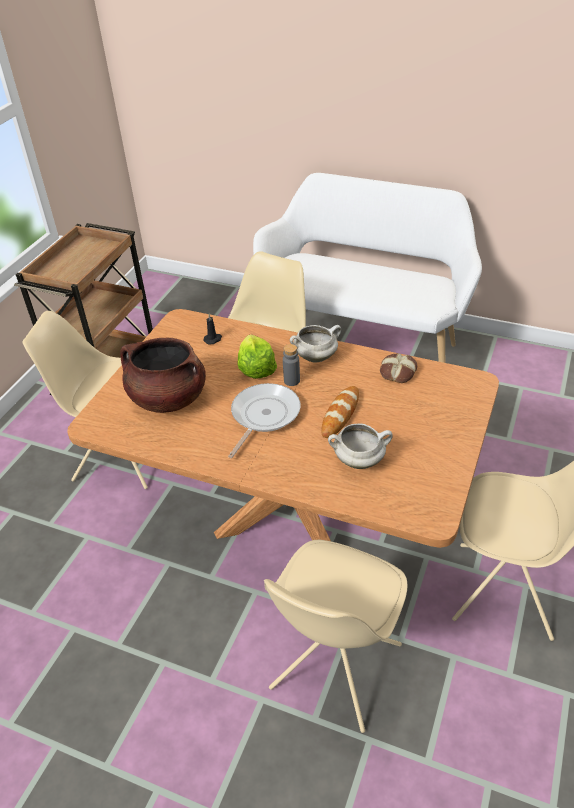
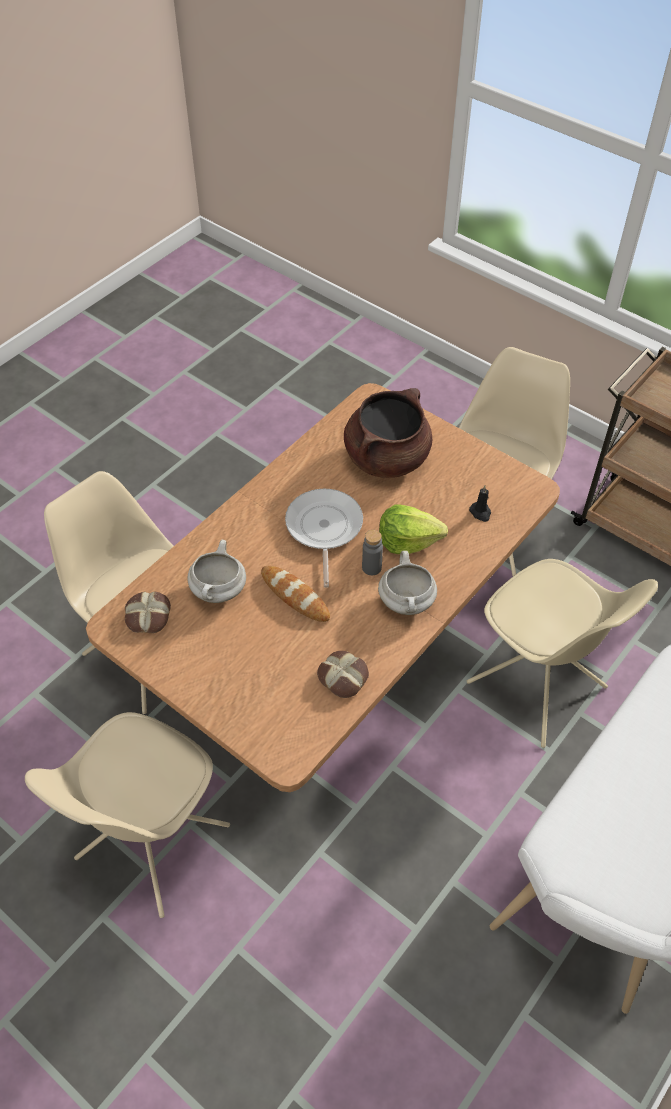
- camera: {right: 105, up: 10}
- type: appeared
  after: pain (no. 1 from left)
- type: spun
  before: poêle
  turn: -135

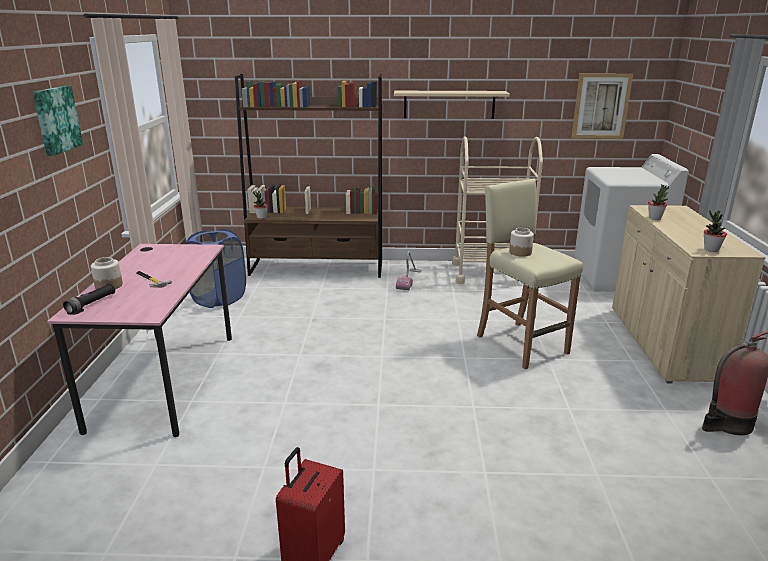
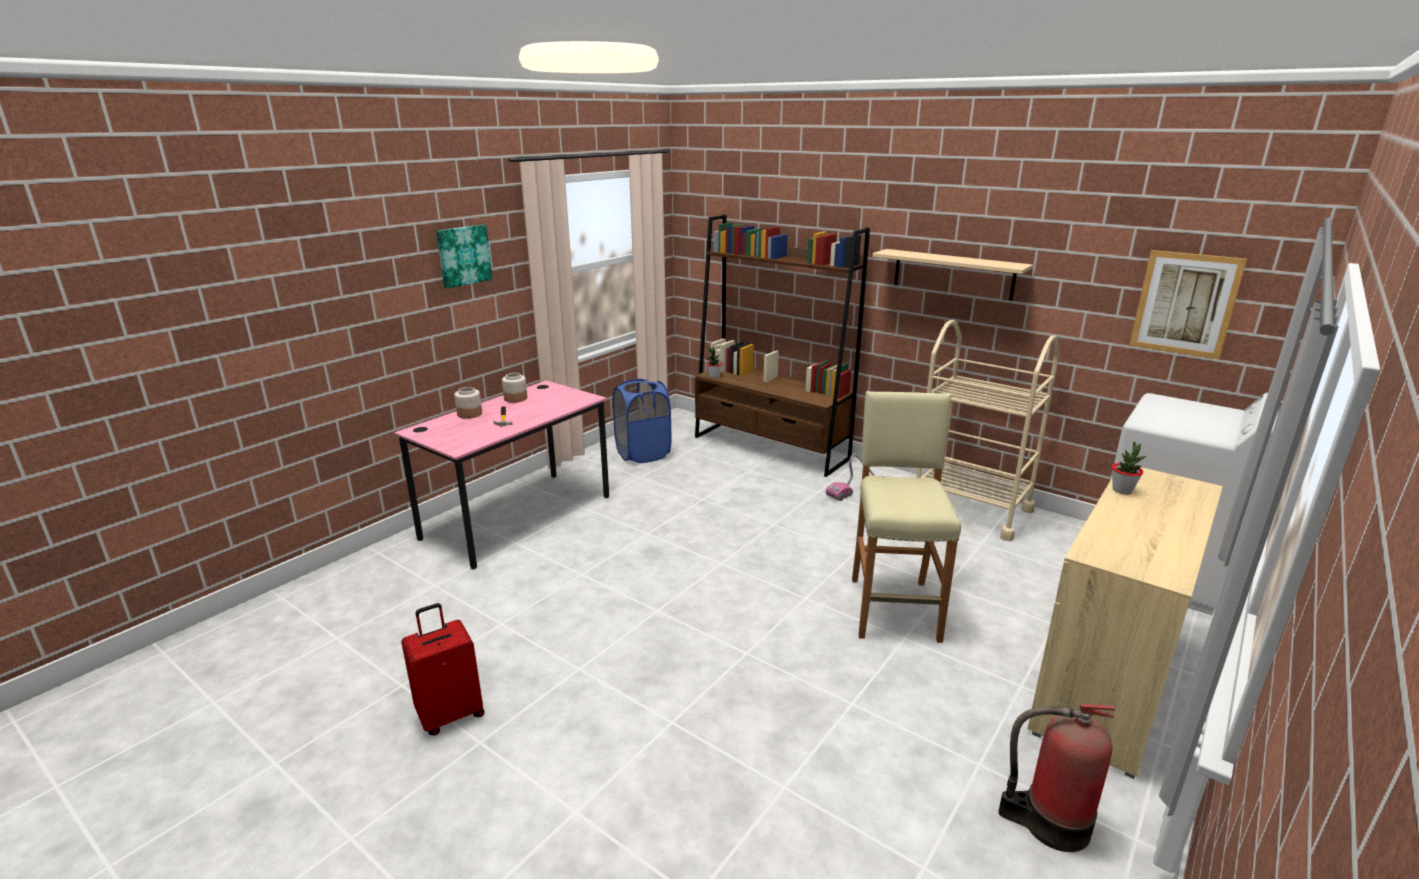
- camera: {right: 35, up: 0}
- type: relocated
  before: bocal (no. 2 from left)
- type: missing
  before: lampe de poche (noir)
- type: missing
  before: plante en pot (no. 3 from left)

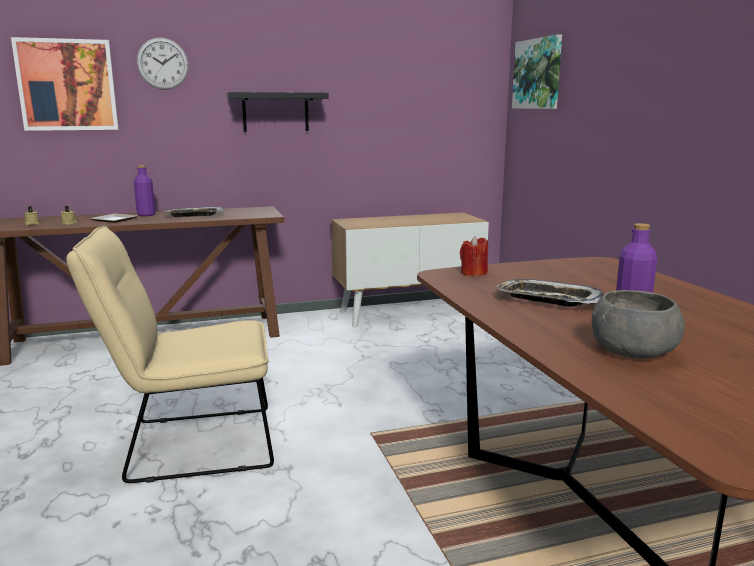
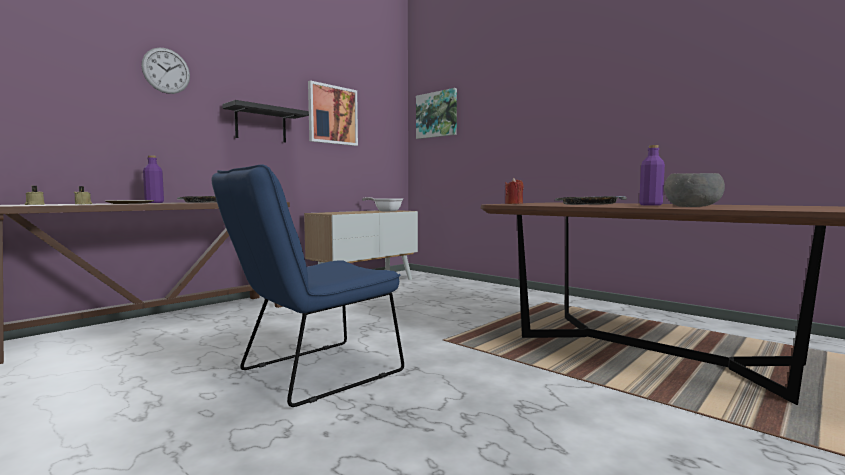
- camera: {right: -30, up: -10}
- type: colour
  before: chaise (beige)
  after: chaise (bleu)
- type: relocated
  before: tableau (no. 1 from left)
- type: appeared
  after: poêle

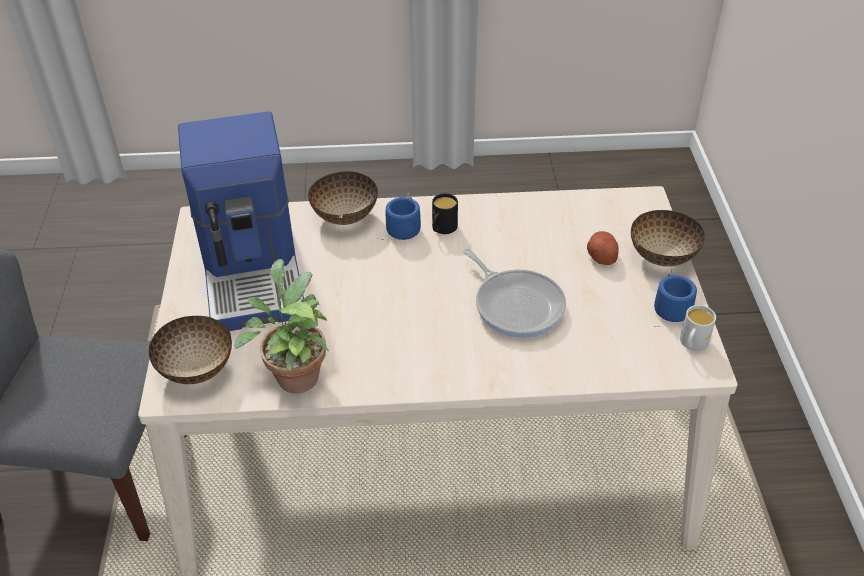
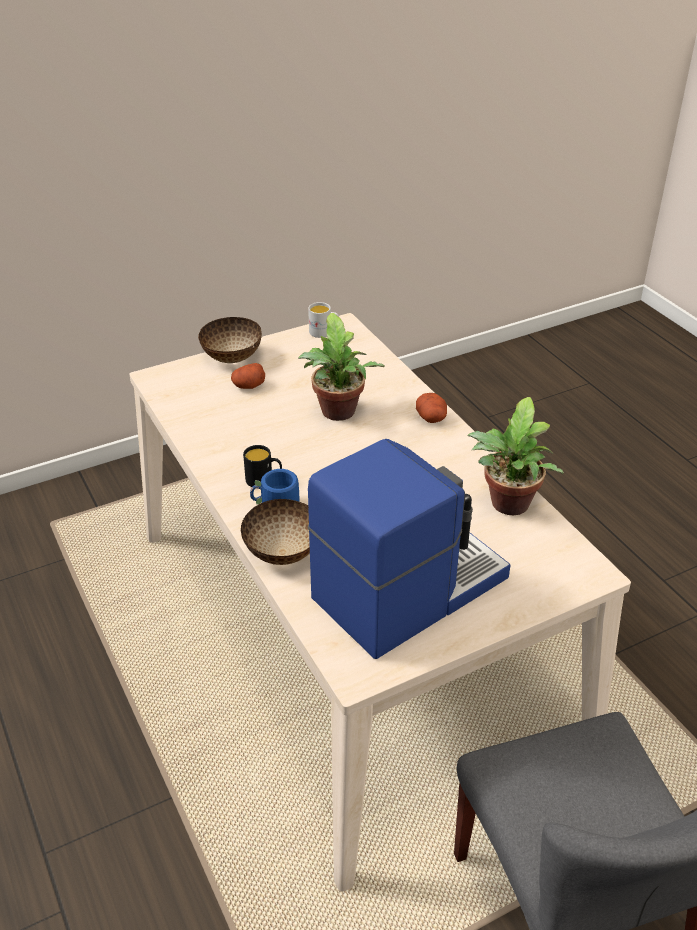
- camera: {right: -115, up: -5}
- type: exchanged
  before: poêle
  after: plante en pot (no. 1 from left)
- type: appeared
  after: pomme de terre (no. 2 from left)
- type: missing
  before: bol (no. 1 from left)
- type: missing
  before: mug (bleu) (no. 2 from left)

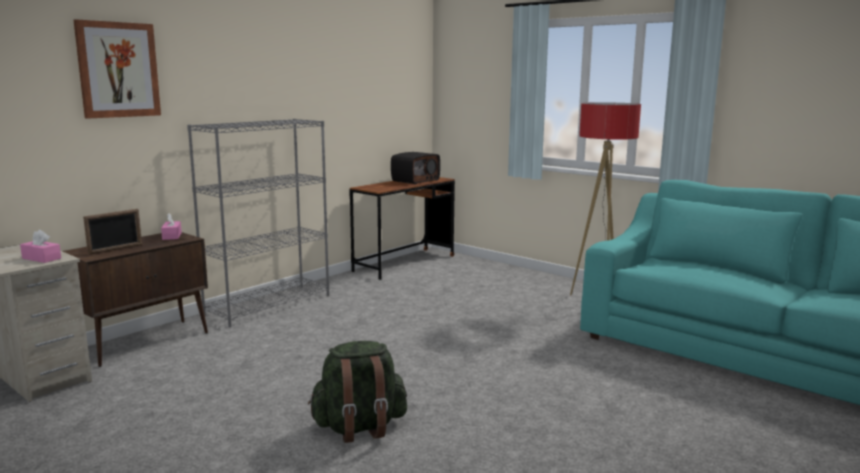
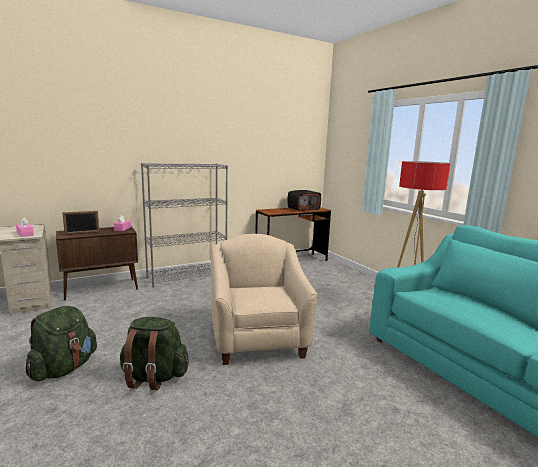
- camera: {right: 20, up: 0}
- type: appeared
  after: sac à dos (vert) (no. 1 from left)
- type: appeared
  after: fauteuil (beige)
- type: missing
  before: tableau

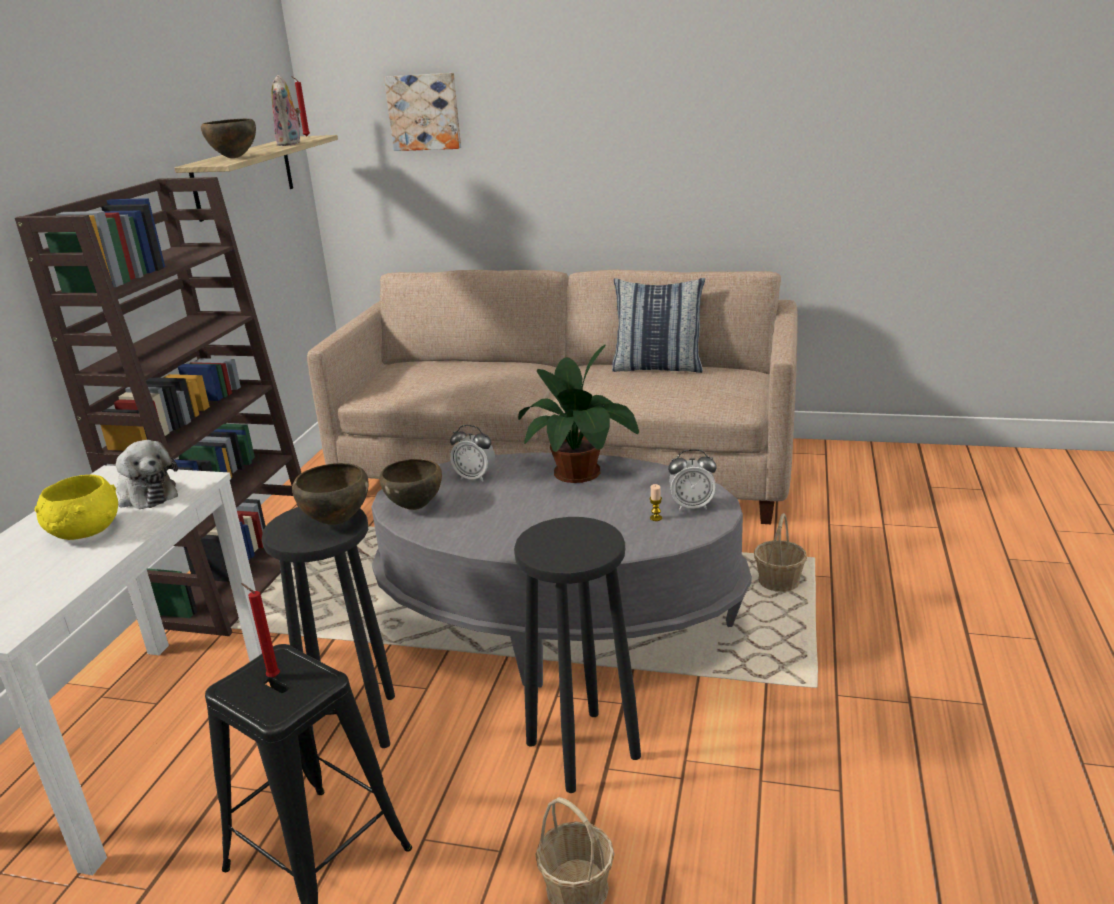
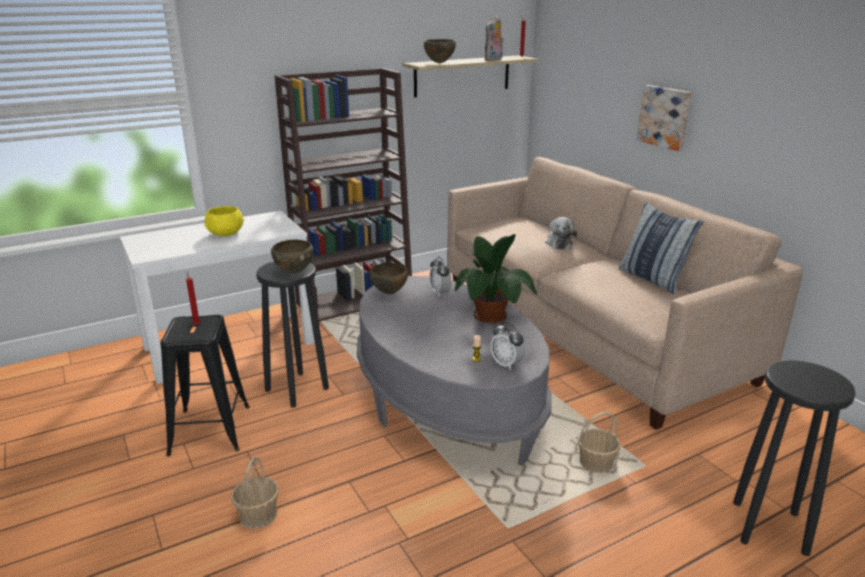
- camera: {right: 45, up: 0}
- type: relocated
  before: peluche (no. 1 from left in the first image)
  after: peluche (no. 2 from left)
- type: relocated
  before: tableau
- type: relocated
  before: tabouret (noir) (no. 3 from left)

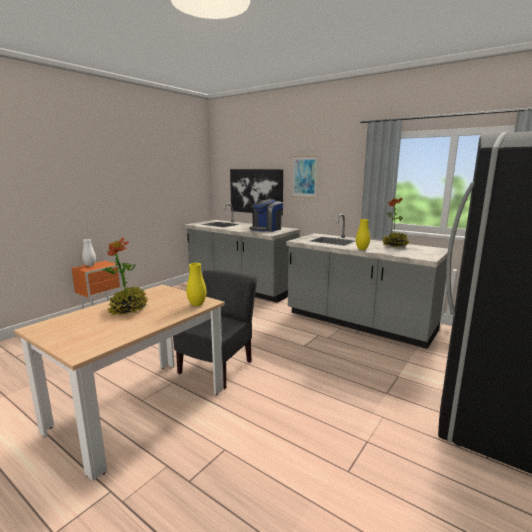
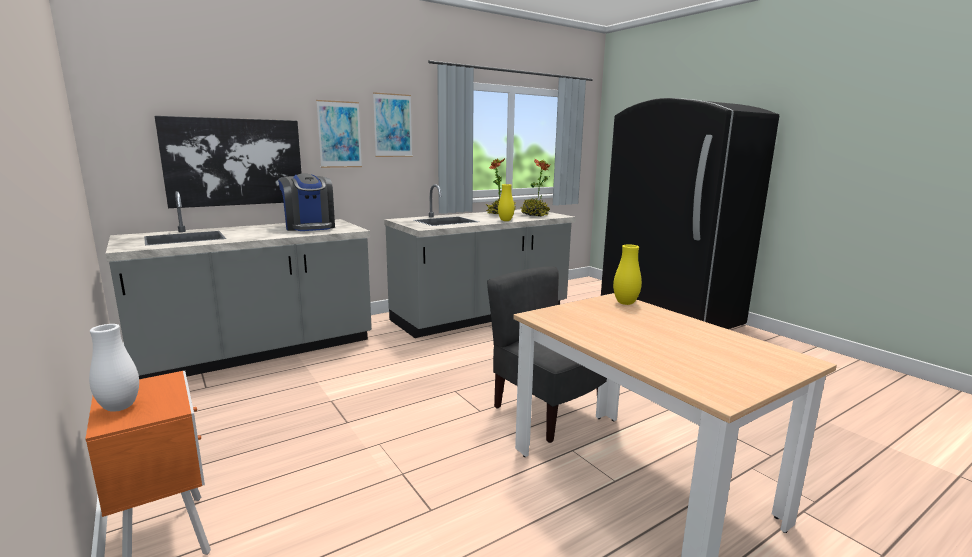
- camera: {right: -70, up: 0}
- type: appeared
  after: tableau (no. 3 from left)
- type: relocated
  before: plante en pot (no. 1 from left in the first image)
  after: plante en pot (no. 2 from left)

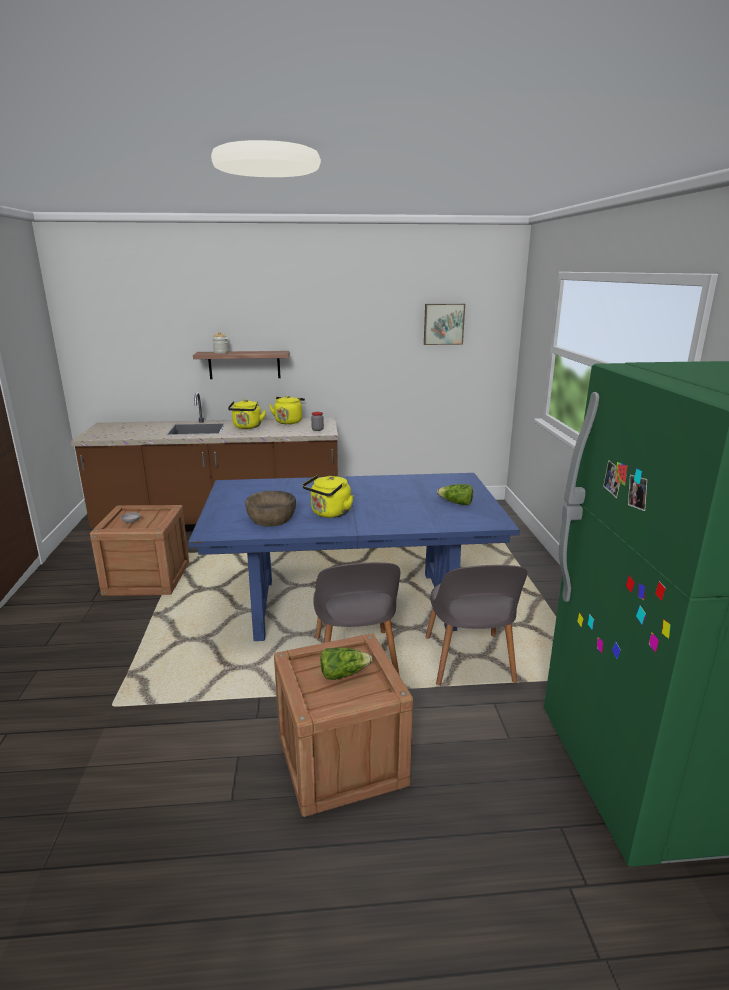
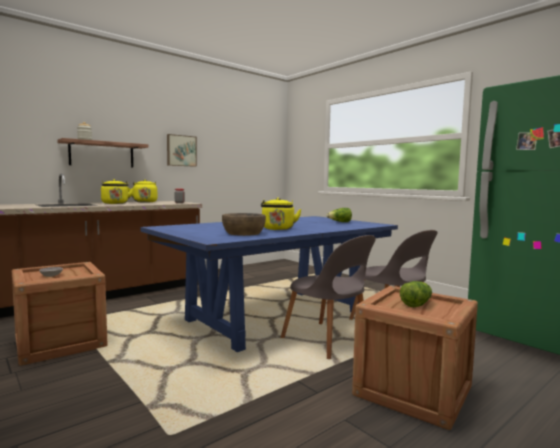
- camera: {right: -35, up: -15}
- type: relocated
  before: tableau

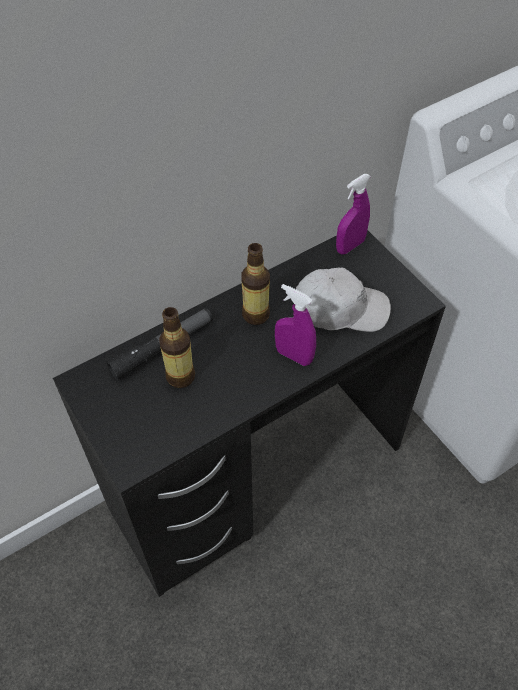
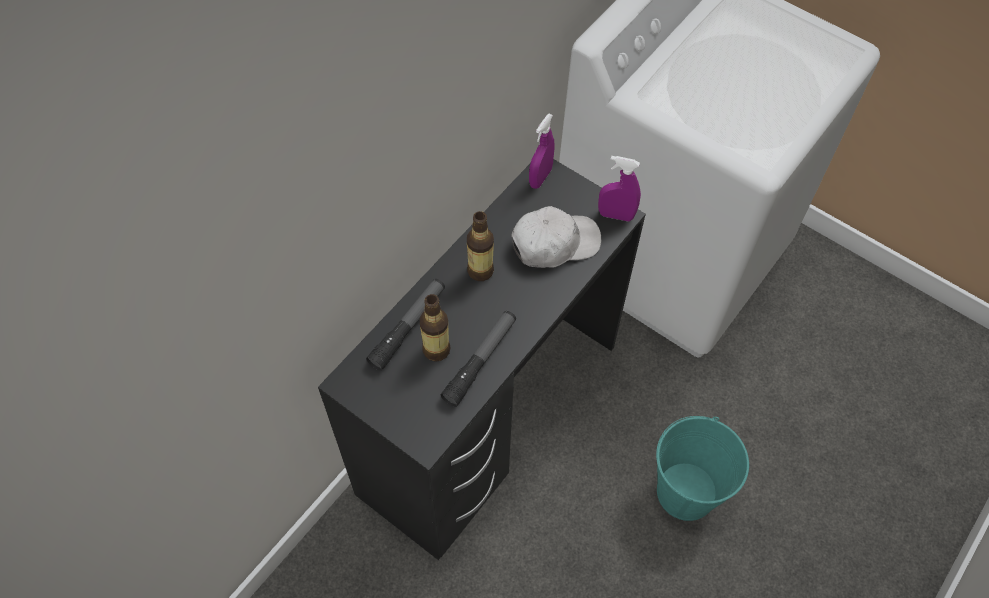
- camera: {right: -20, up: 5}
- type: appeared
  after: lampe de poche (no. 2 from left)
- type: relocated
  before: vaporisateur (violet) (no. 1 from left in the first image)
  after: vaporisateur (violet) (no. 2 from left)
- type: appeared
  after: seau (turquoise)

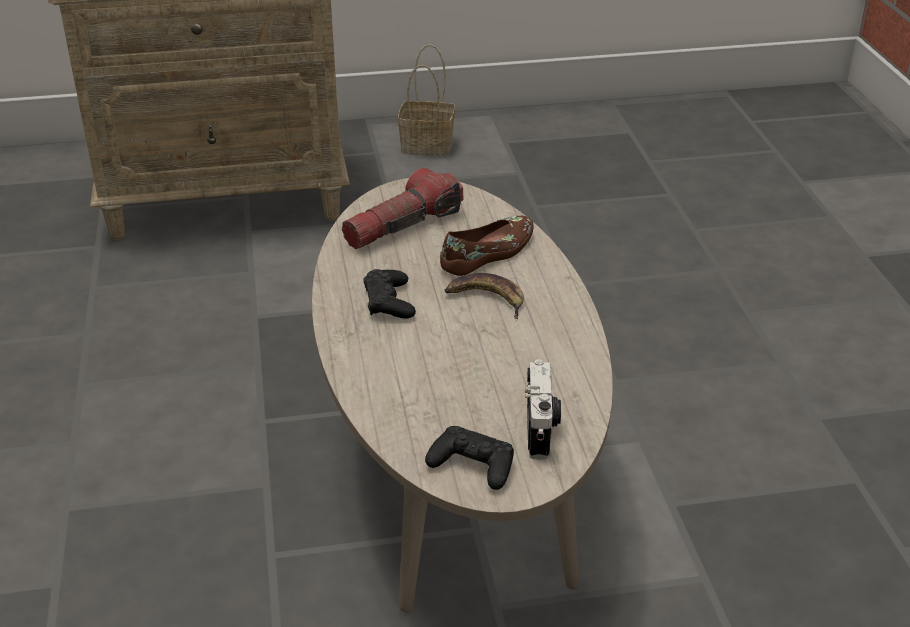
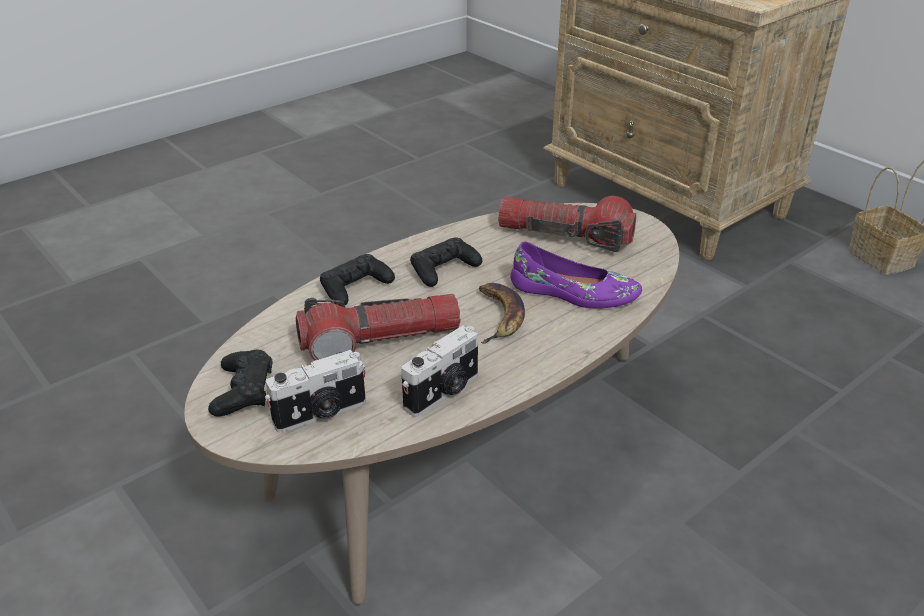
- camera: {right: 60, up: 0}
- type: appeared
  after: lampe de poche (no. 1 from left)
- type: appeared
  after: manette (noir) (no. 2 from left)
- type: appeared
  after: appareil photo (no. 2 from left)
- type: colour
  before: chaussure (marron)
  after: chaussure (violet)

